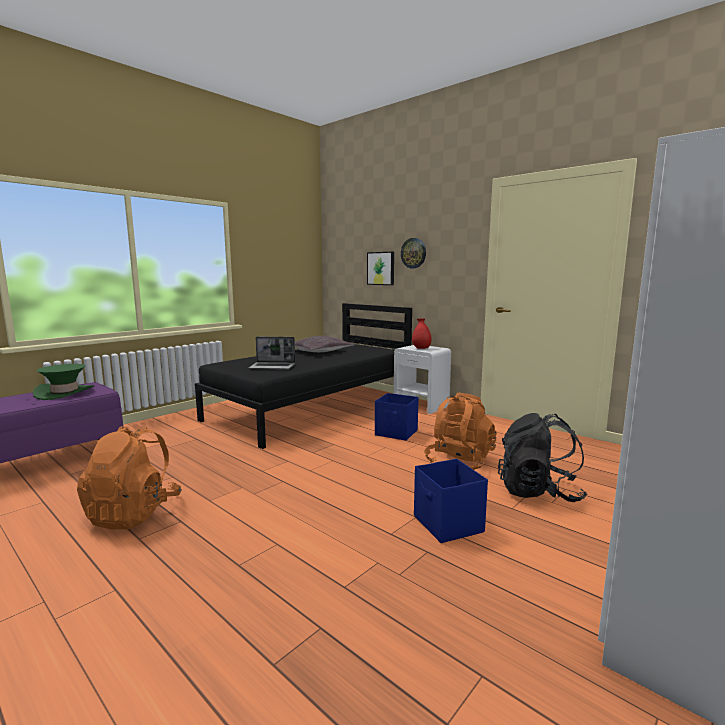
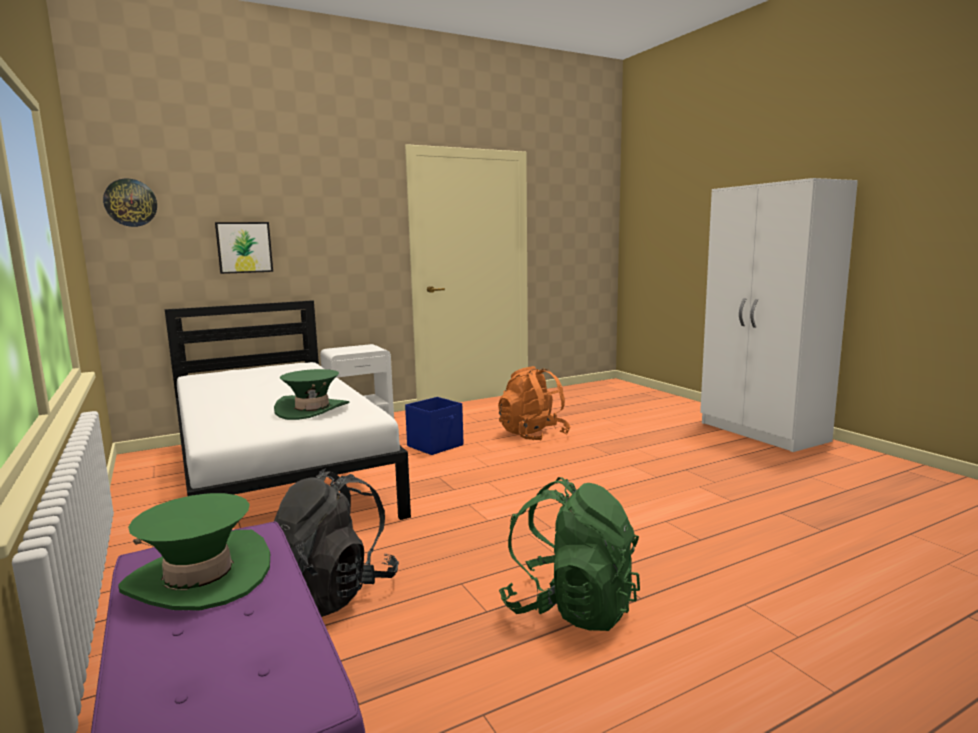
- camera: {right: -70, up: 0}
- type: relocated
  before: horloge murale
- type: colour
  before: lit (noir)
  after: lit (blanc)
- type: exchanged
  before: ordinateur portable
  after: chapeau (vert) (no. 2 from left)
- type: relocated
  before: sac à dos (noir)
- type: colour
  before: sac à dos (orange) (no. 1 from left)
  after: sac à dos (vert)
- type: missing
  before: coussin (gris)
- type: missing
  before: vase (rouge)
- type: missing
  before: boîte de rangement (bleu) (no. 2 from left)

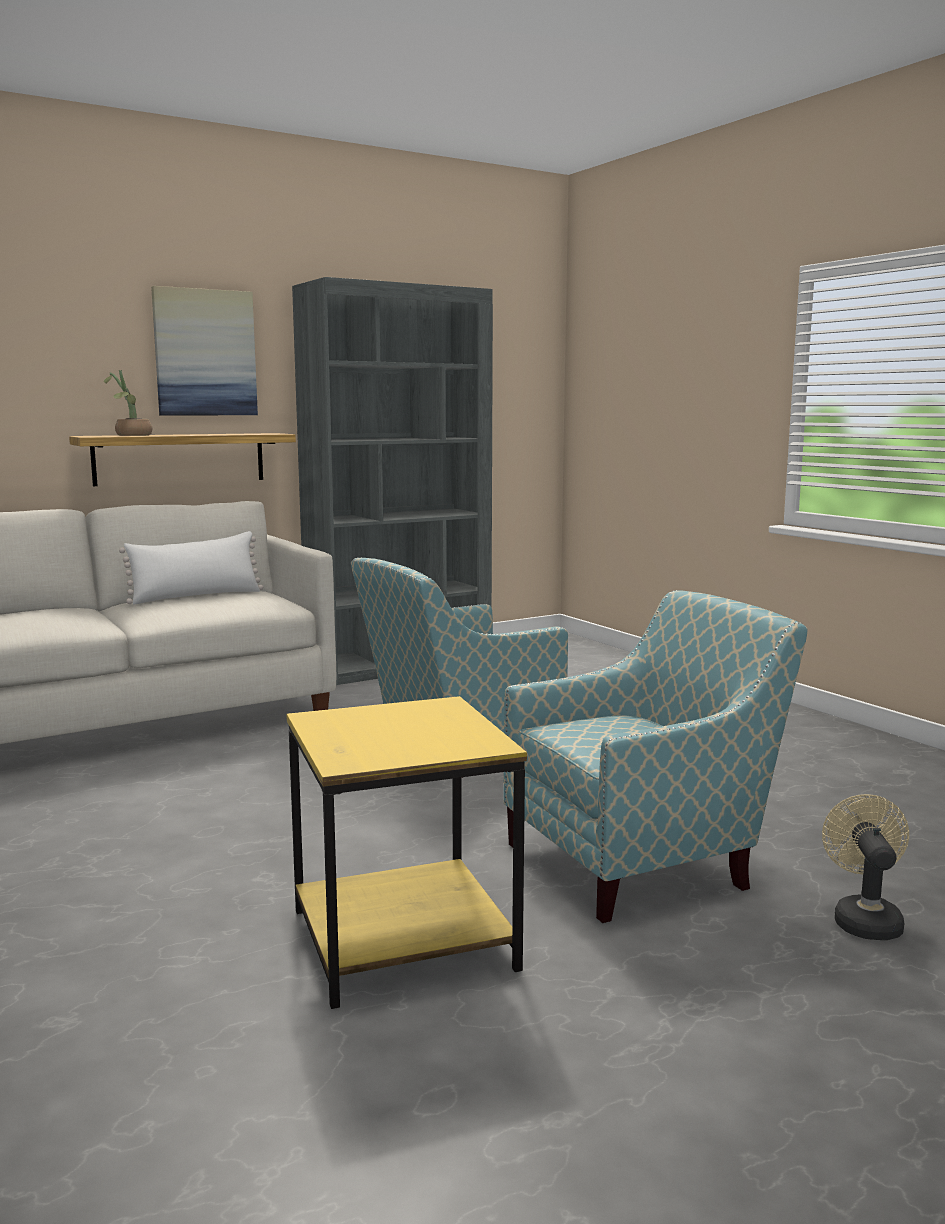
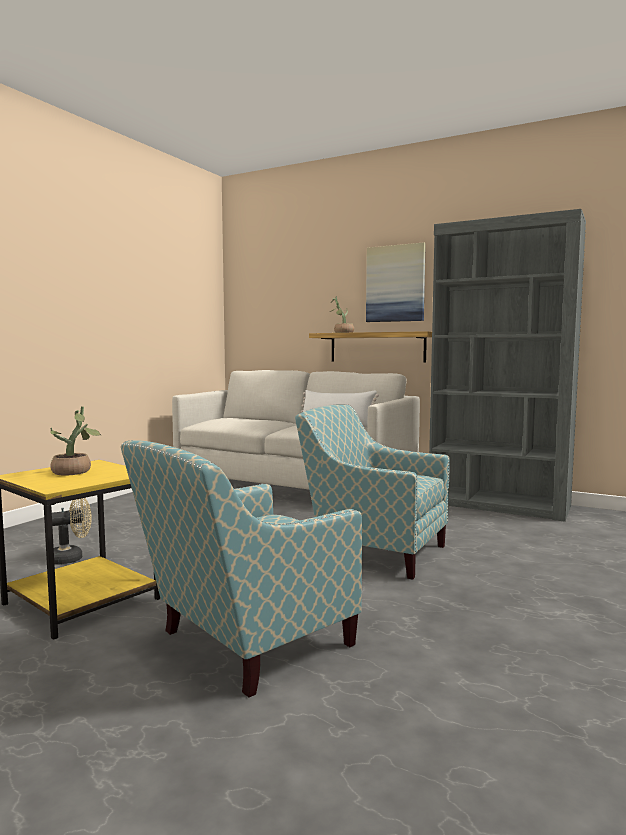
- camera: {right: 60, up: -5}
- type: appeared
  after: plante en pot (no. 1 from left)
- type: relocated
  before: ventilateur (beige)
- type: spun
  before: fauteuil (no. 2 from left in the first image)
  turn: 105

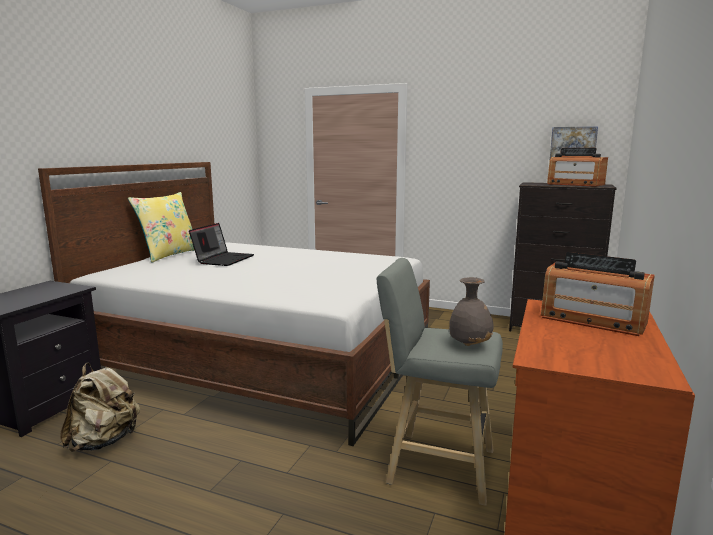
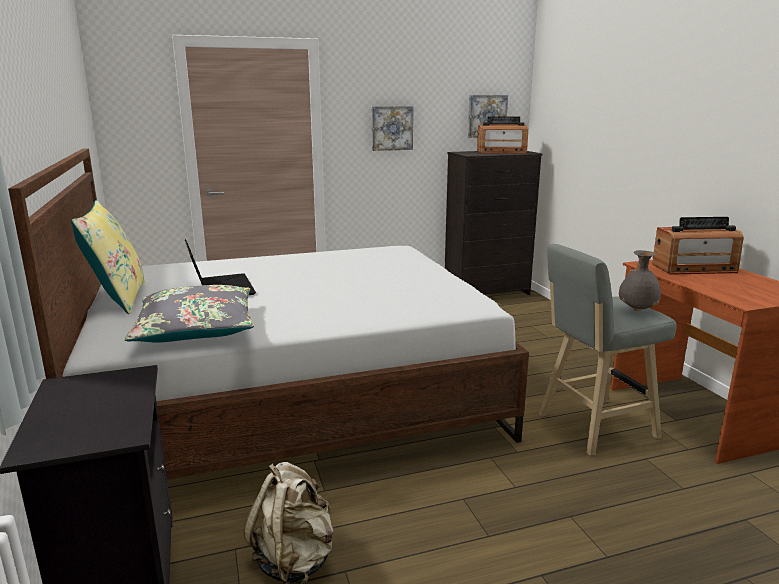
- camera: {right: -40, up: 5}
- type: appeared
  after: coussin (gris)
- type: appeared
  after: tableau (no. 1 from left)

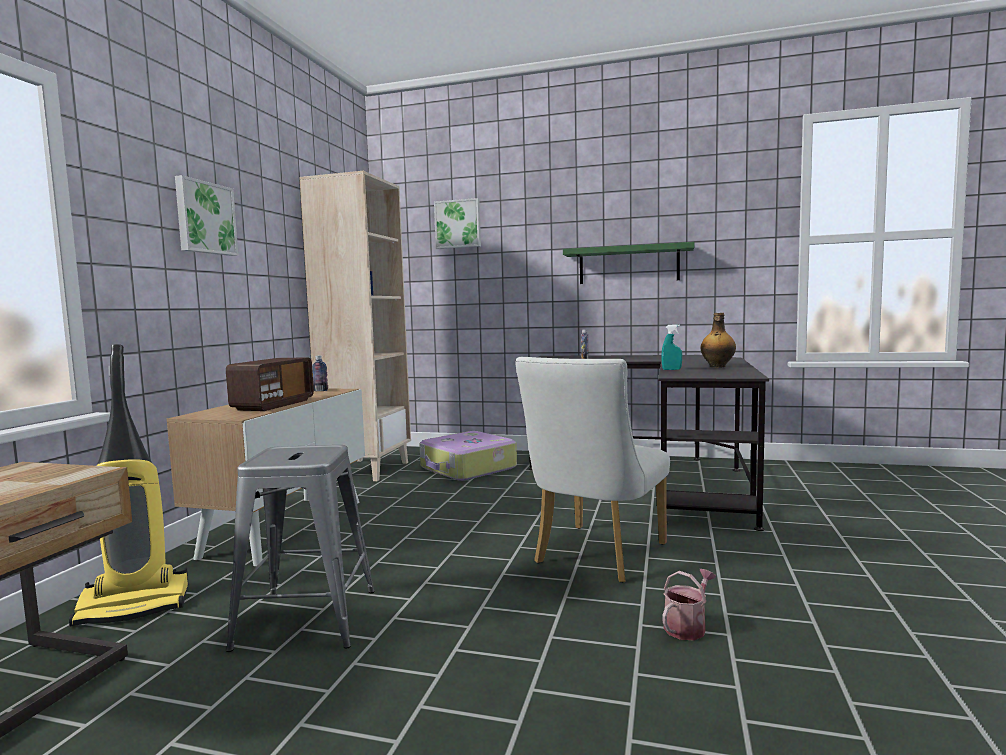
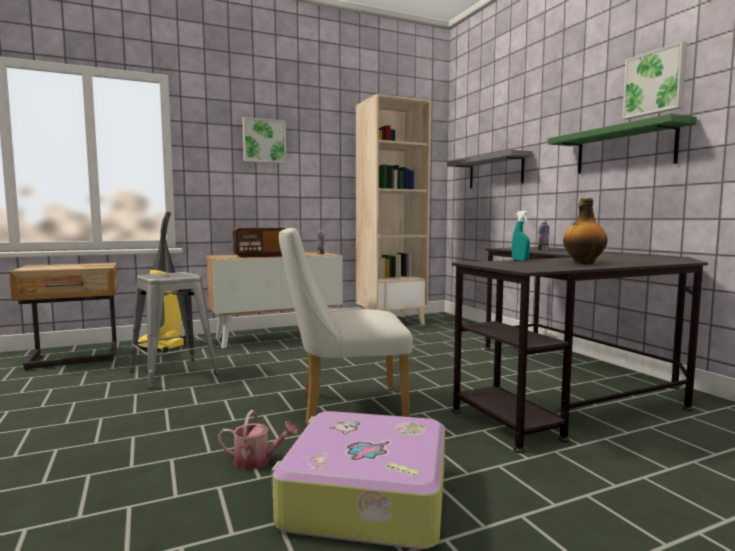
- camera: {right: 50, up: 0}
- type: relocated
  before: valise
- type: appeared
  after: étagère (gris)
- type: relocated
  before: tableau (no. 2 from left)

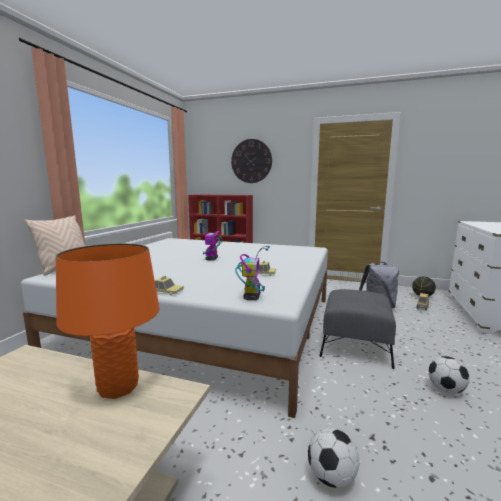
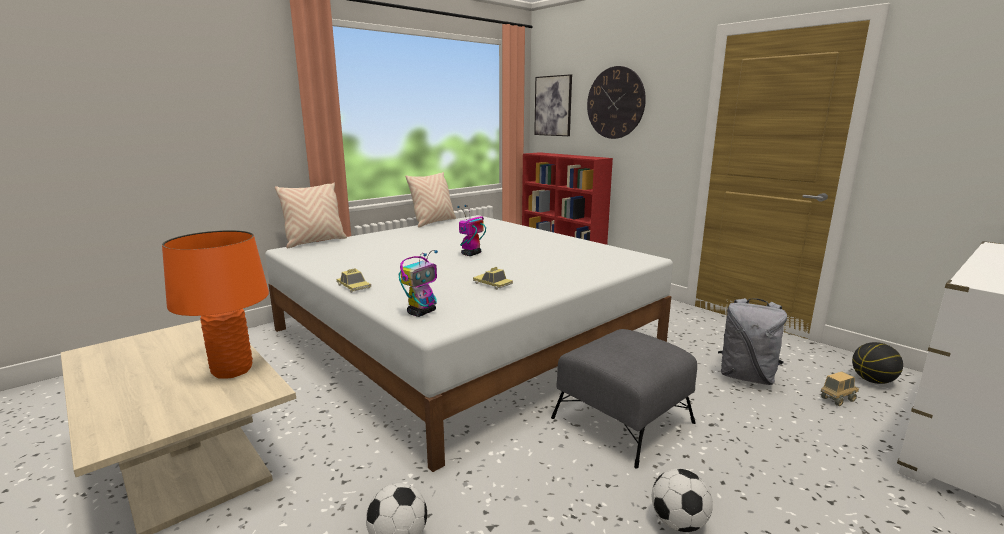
- camera: {right: 30, up: 5}
- type: appeared
  after: coussin (beige) (no. 2 from left)
- type: appeared
  after: tableau

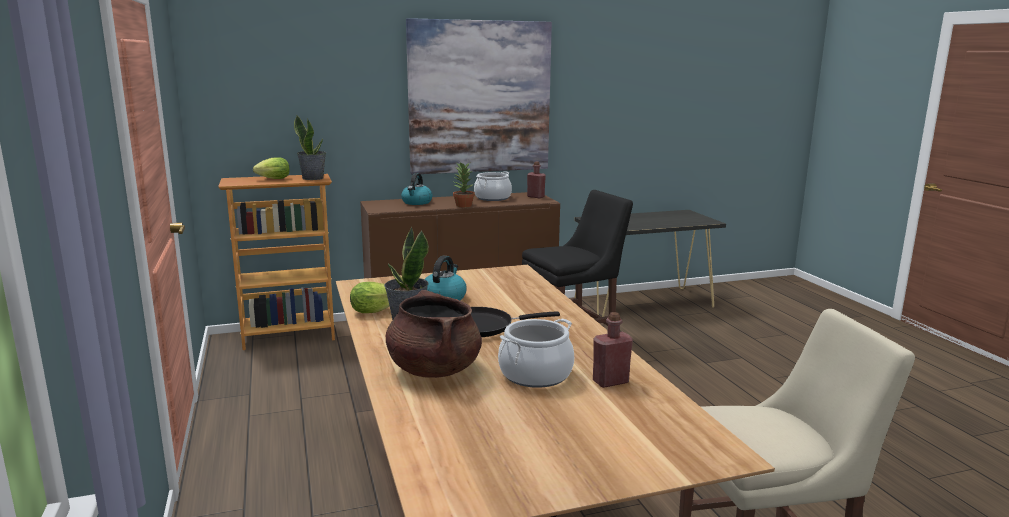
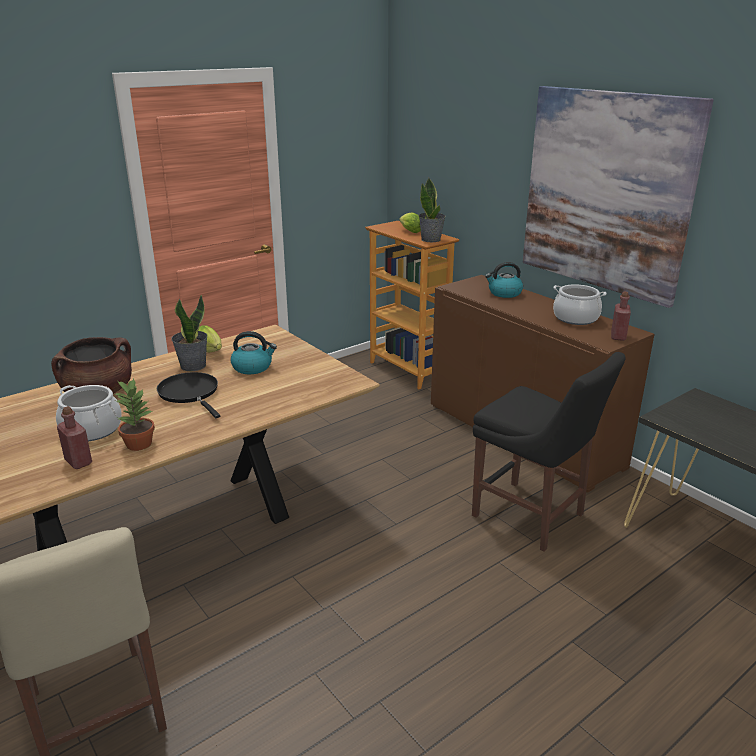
- camera: {right: 70, up: 10}
- type: relocated
  before: plante en pot (no. 3 from left in the first image)
  after: plante en pot (no. 1 from left)

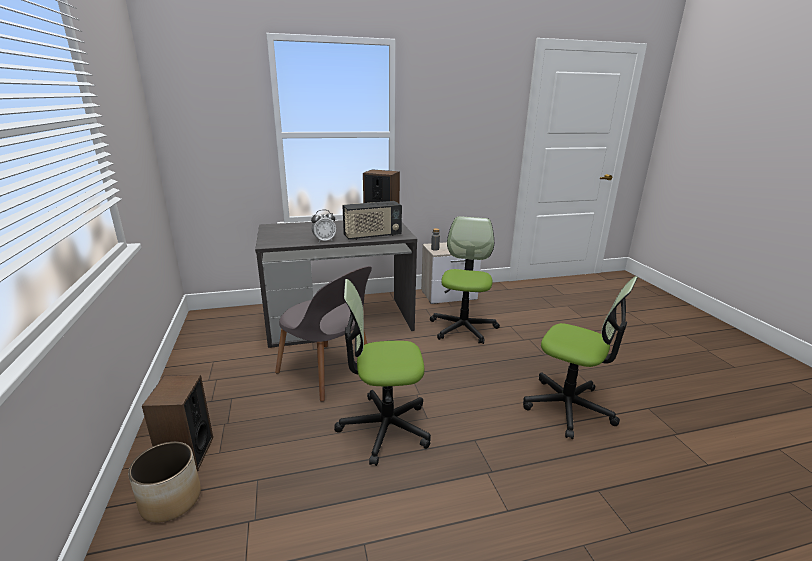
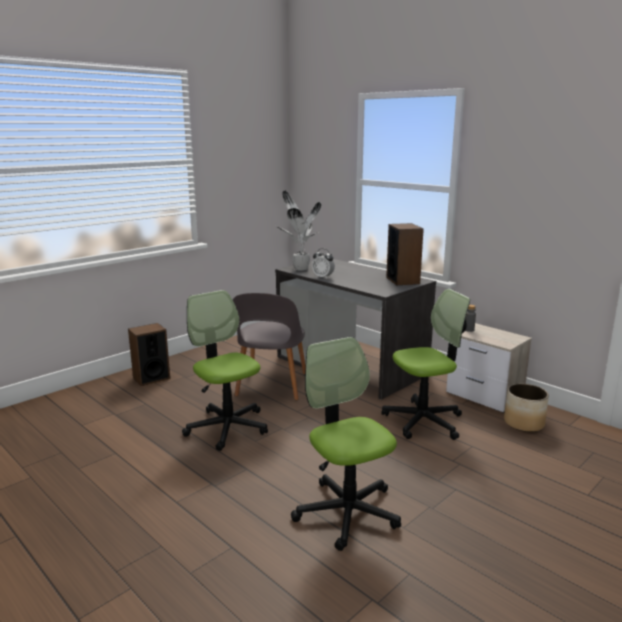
- camera: {right: 60, up: -5}
- type: appeared
  after: plante en pot
- type: spun
  before: chaise de bureau (no. 3 from left in the first image)
  turn: 150
- type: relocated
  before: cache-pot
- type: missing
  before: radio

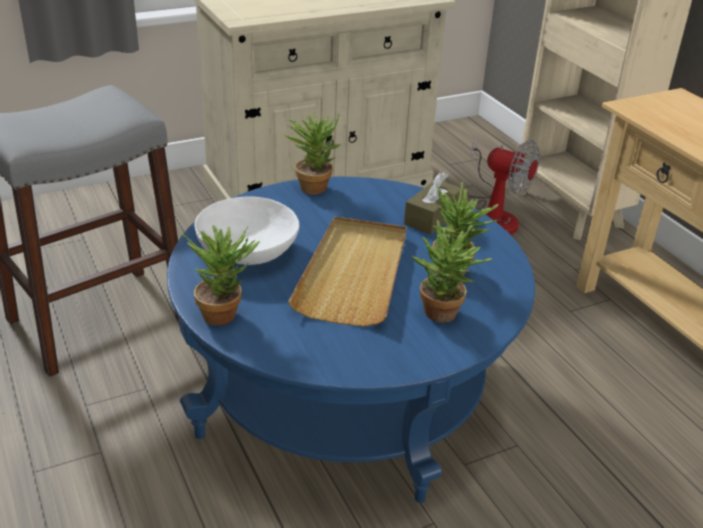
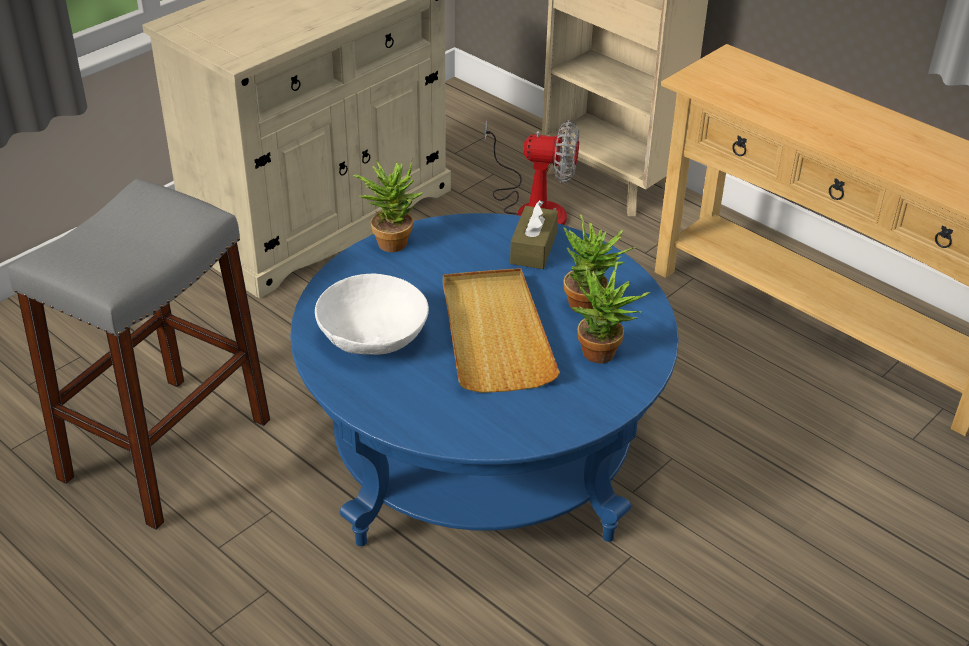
- camera: {right: -20, up: 5}
- type: missing
  before: plante en pot (no. 1 from left)

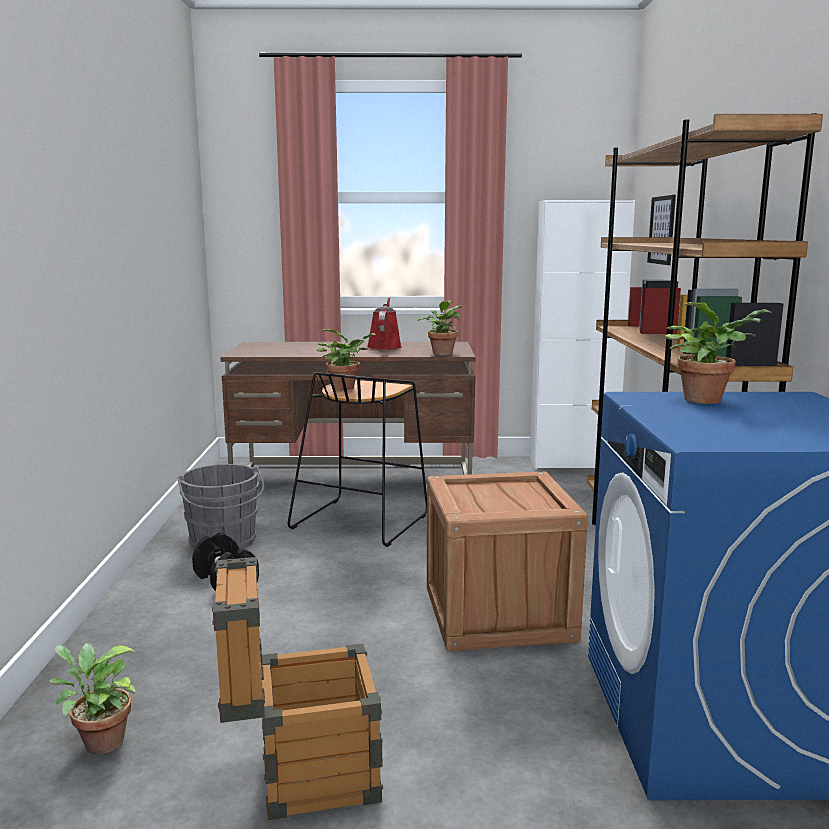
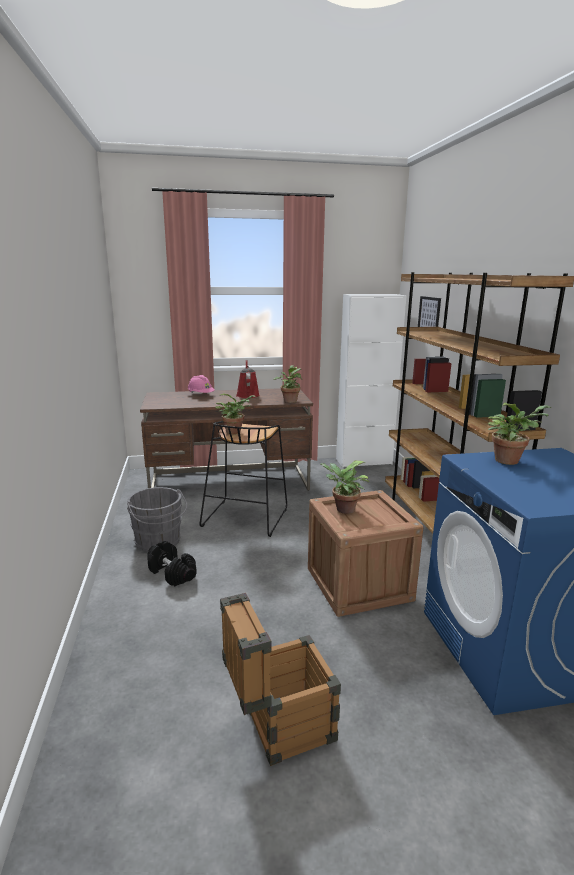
- camera: {right: -10, up: 5}
- type: appeared
  after: casque de chantier (rose)
- type: relocated
  before: plante en pot (no. 1 from left in the first image)
  after: plante en pot (no. 3 from left)

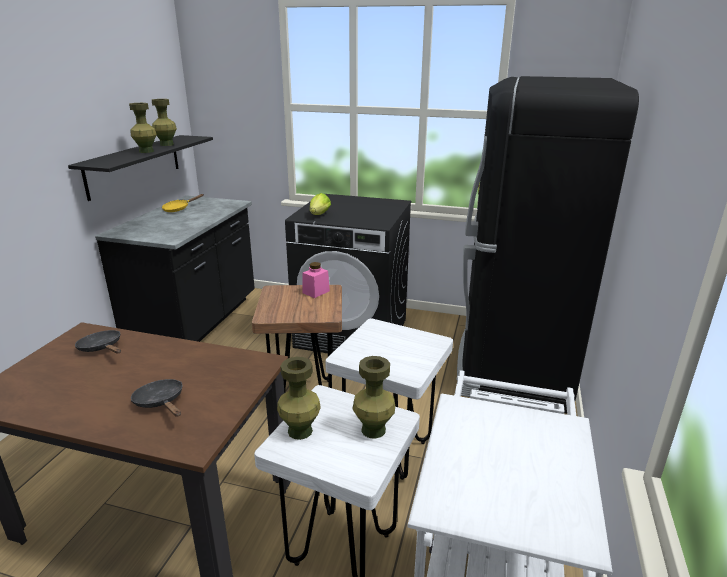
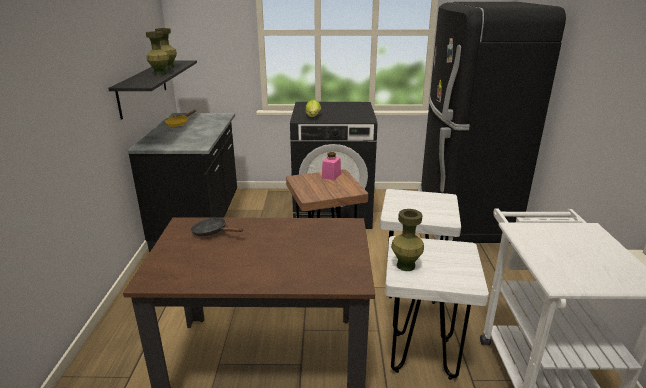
- camera: {right: -15, up: 0}
- type: missing
  before: poêle (noir) (no. 2 from left)
- type: missing
  before: vase (vert) (no. 4 from left)

